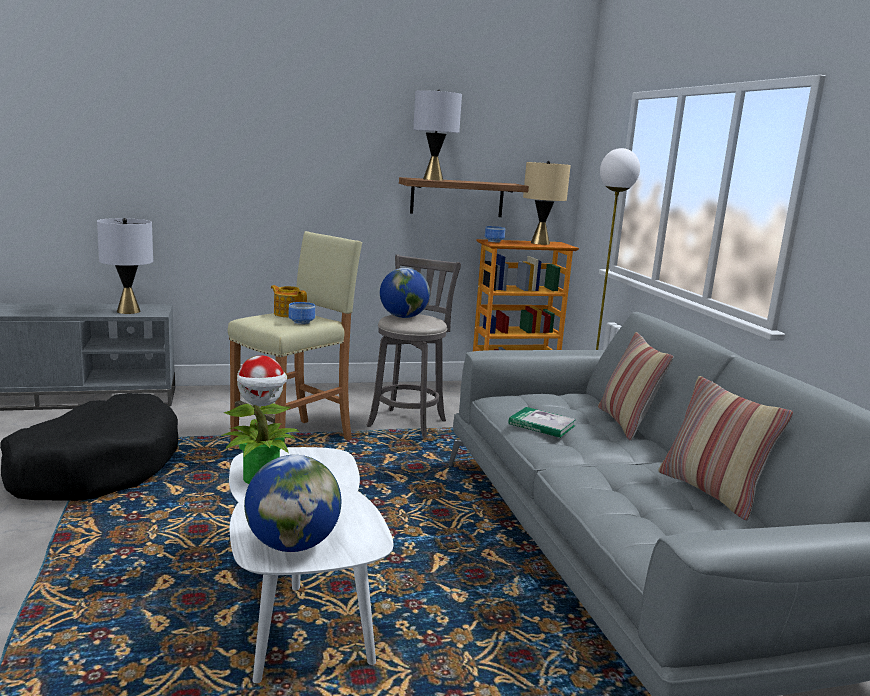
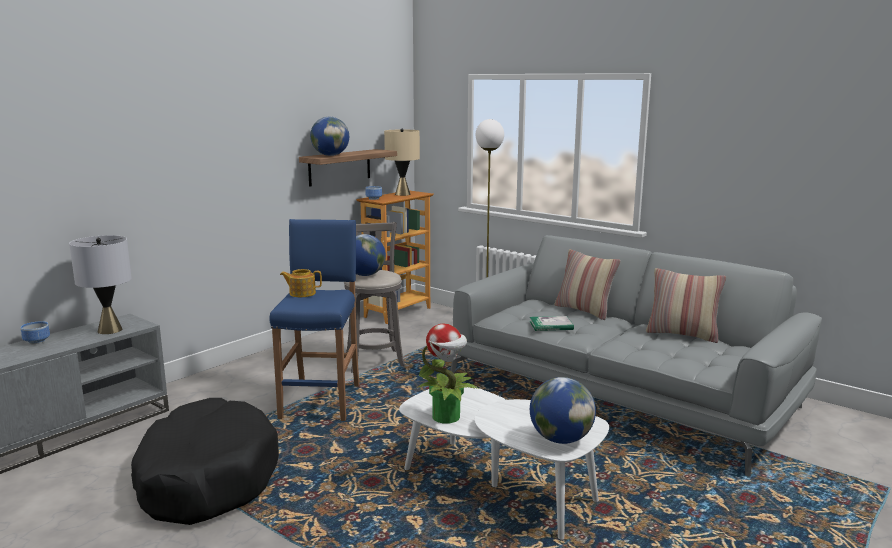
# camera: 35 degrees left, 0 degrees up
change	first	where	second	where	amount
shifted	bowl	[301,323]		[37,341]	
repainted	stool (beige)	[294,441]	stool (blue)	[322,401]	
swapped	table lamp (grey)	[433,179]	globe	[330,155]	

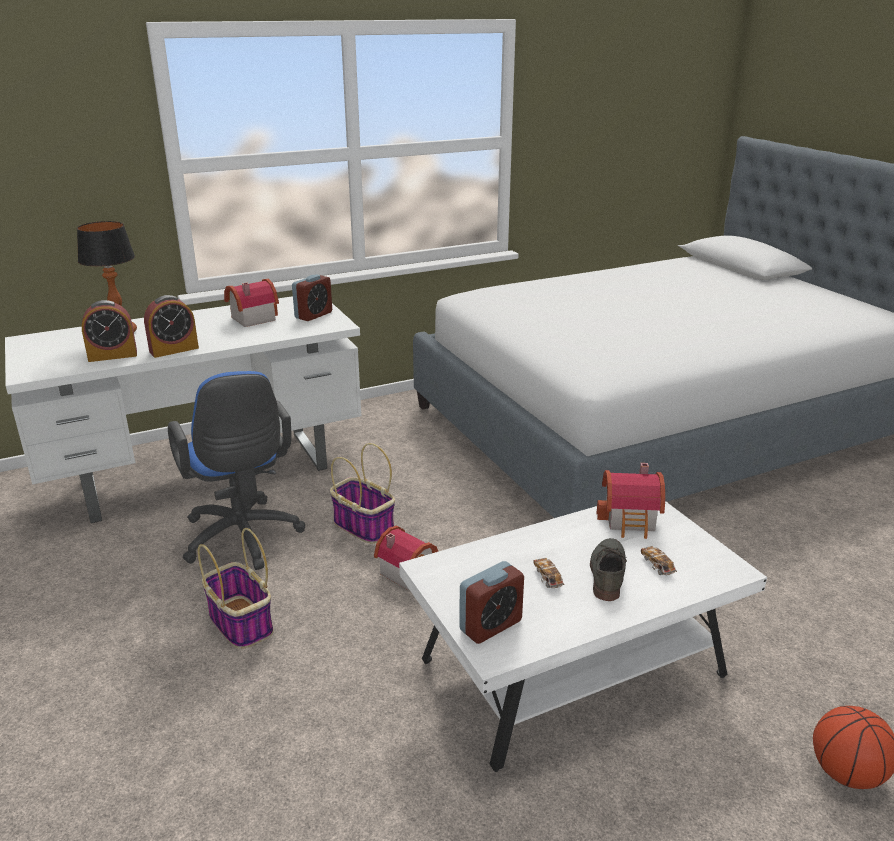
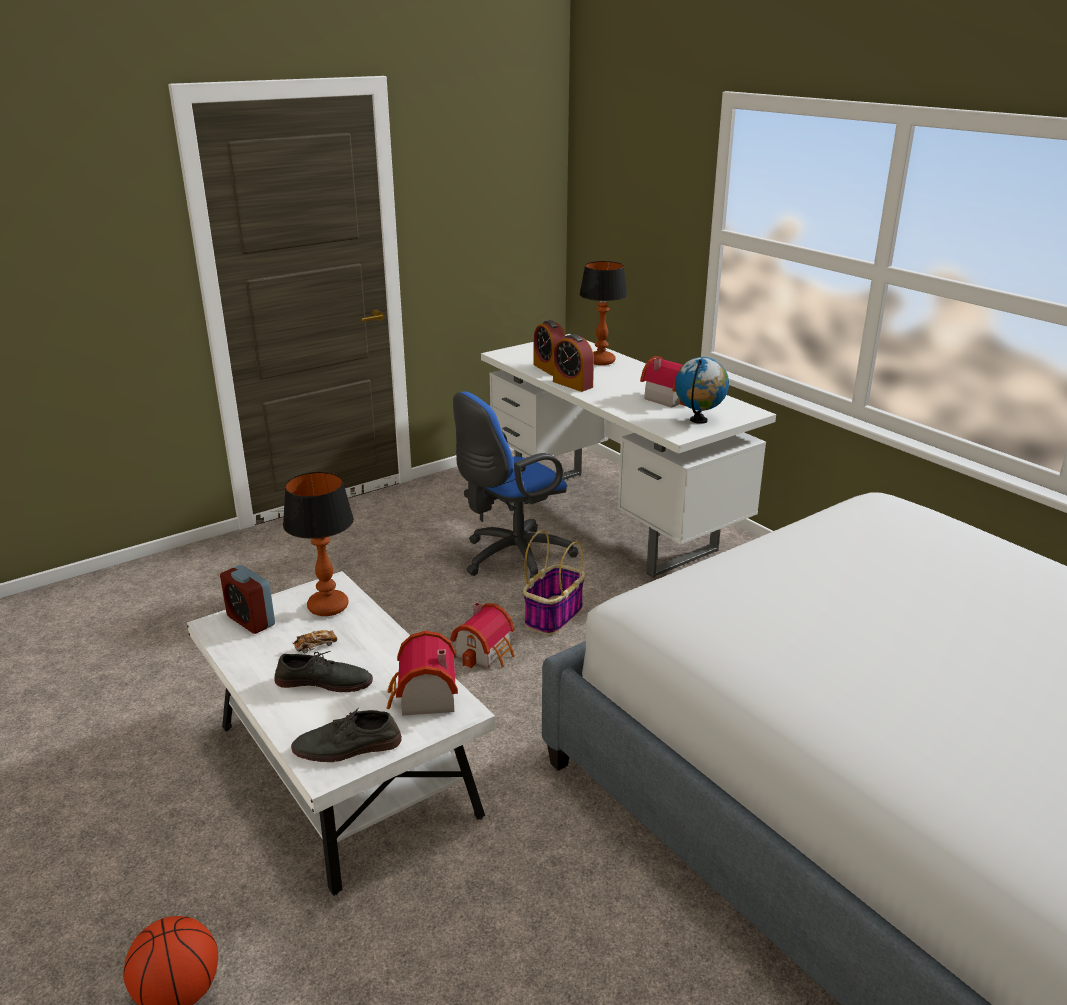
# camera: 80 degrees right, 0 degrees up
change	first	where	second	where	amount
new			table lamp	[328,607]	
new			shoe (grey)	[347,747]	
swapped	alarm clock	[313,315]	globe	[699,420]	
gone	basket	[240,622]			
gone	toy car	[657,566]			

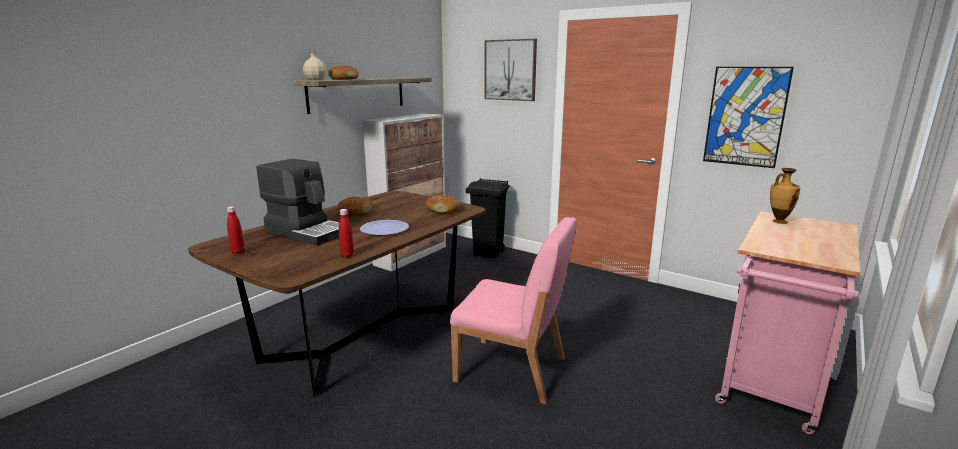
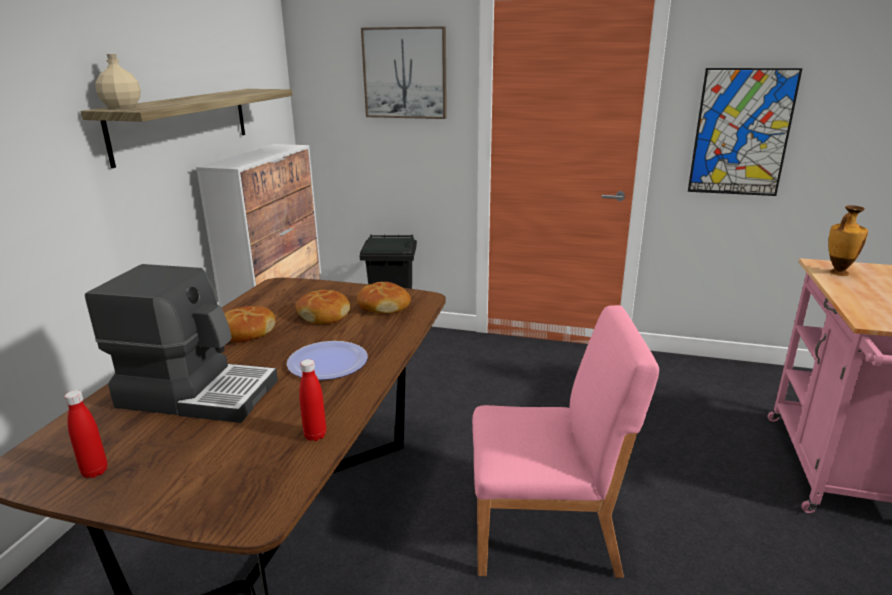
# camera: 20 degrees left, 5 degrees up
change	first	where	second	where	amount
shifted	bread	[343,79]		[324,315]	

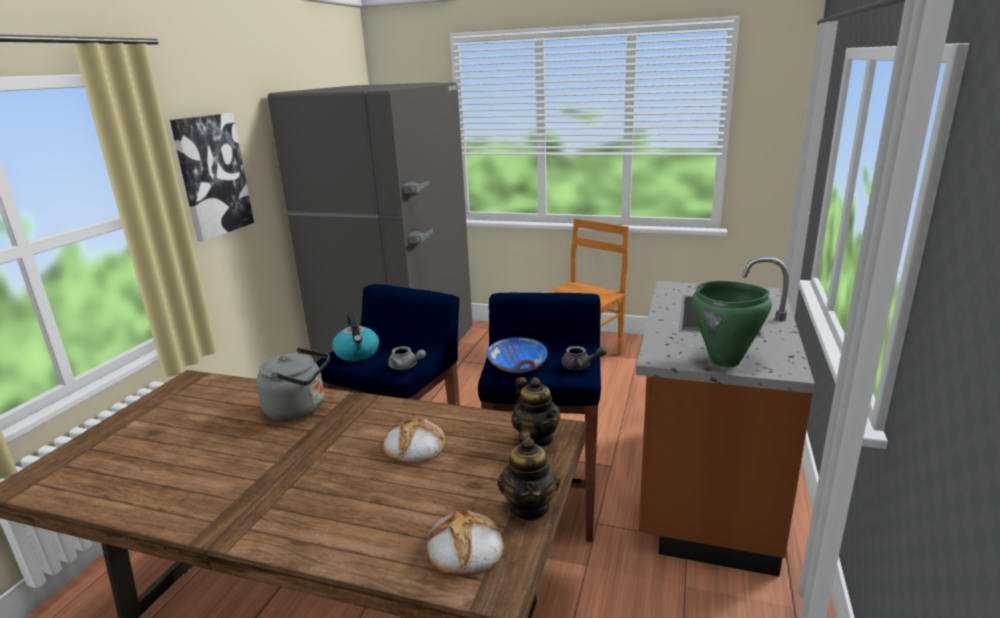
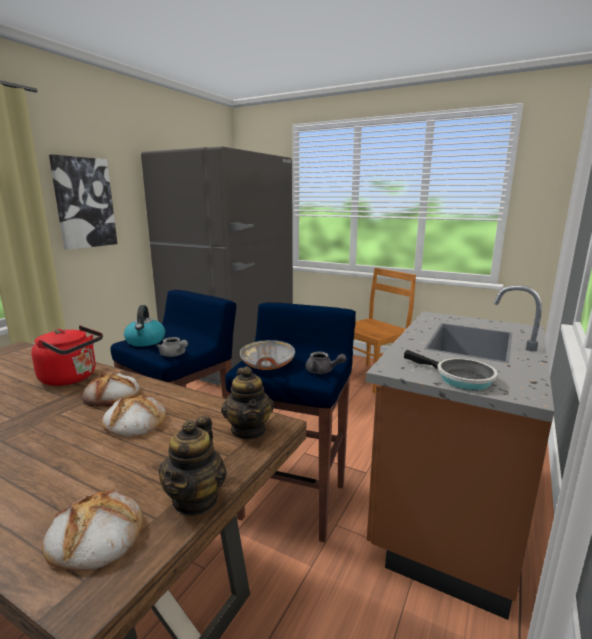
# camera: 10 degrees right, 5 degrees down
change	first	where	second	where	amount
repainted	kettle (grey)	[299,409]	kettle (red)	[72,378]	
new			bread	[112,396]	
repainted	bowl (blue)	[517,365]	bowl (grey)	[267,364]	
swapped	cooking pot (green)	[725,361]	frying pan	[459,378]	

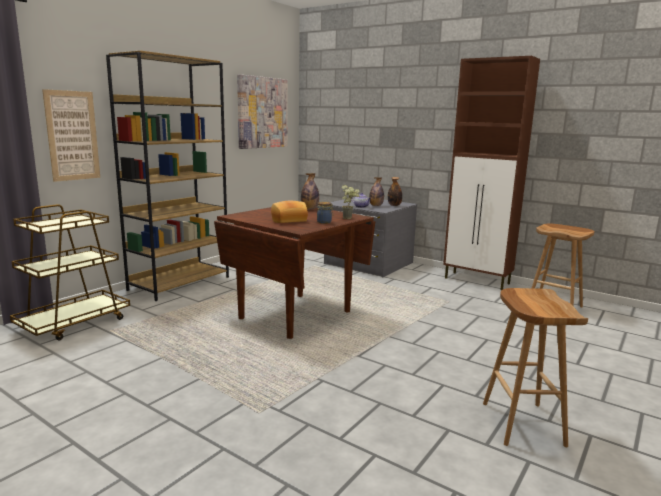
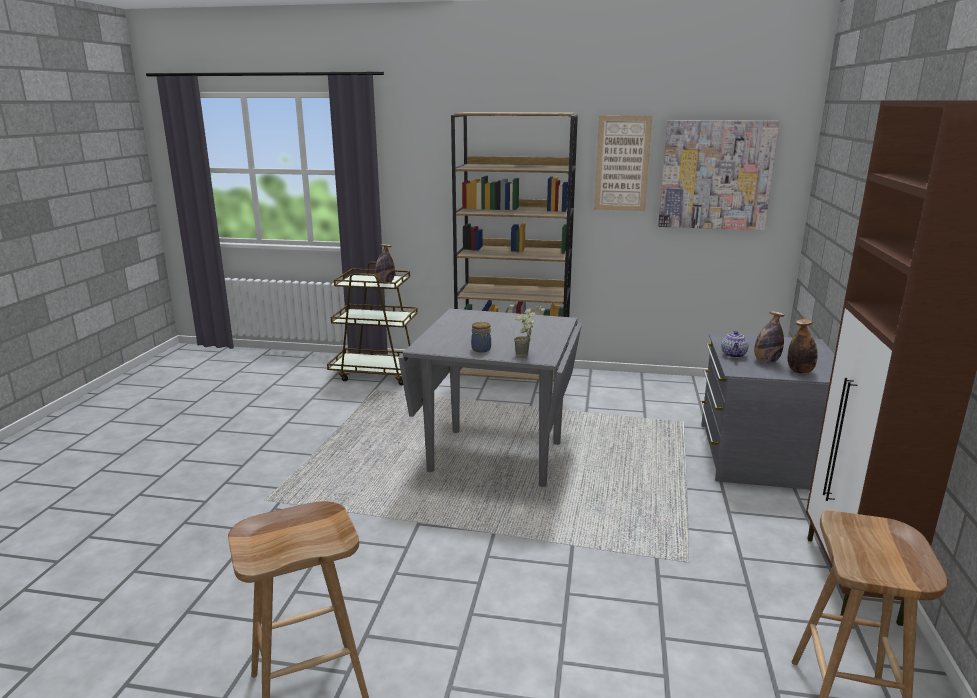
# camera: 65 degrees right, 5 degrees up
change	first	where	second	where	amount
shifted	bottle	[309,209]		[385,283]	
repainted	dining table (brown)	[296,315]	dining table (grey)	[495,457]	
shifted	picture	[72,136]		[622,163]	
gone	bread	[288,220]			

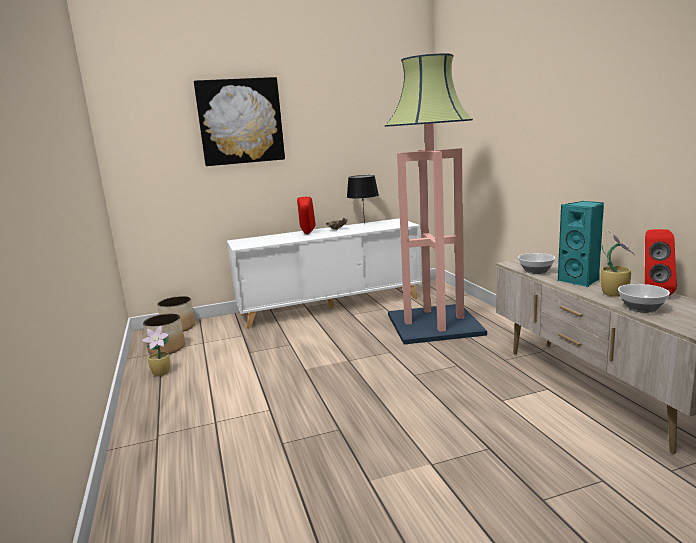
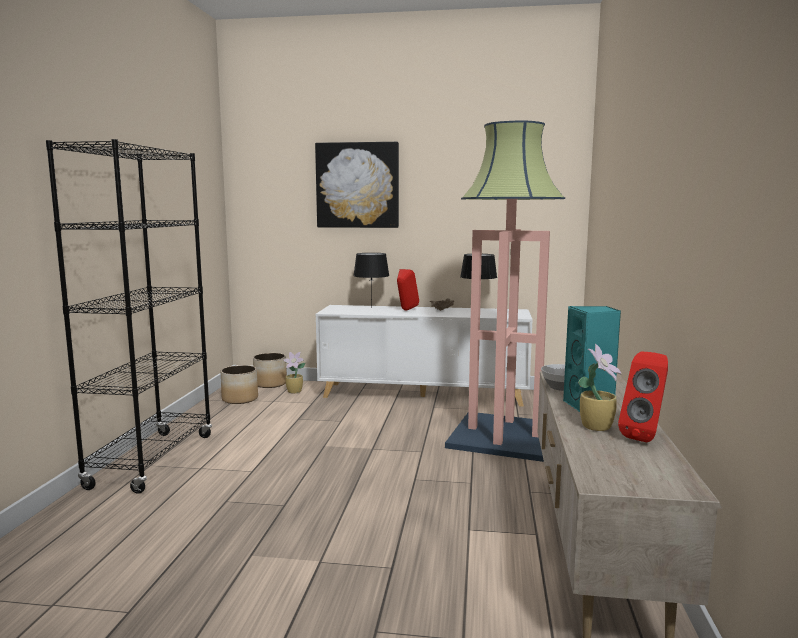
# camera: 25 degrees right, 5 degrees down
change	first	where	second	where	amount
new			bookcase (black)	[152,461]	
shifted	potted plant	[162,373]		[295,392]	
new			table lamp (black)	[372,308]	
gone	bowl	[642,308]			

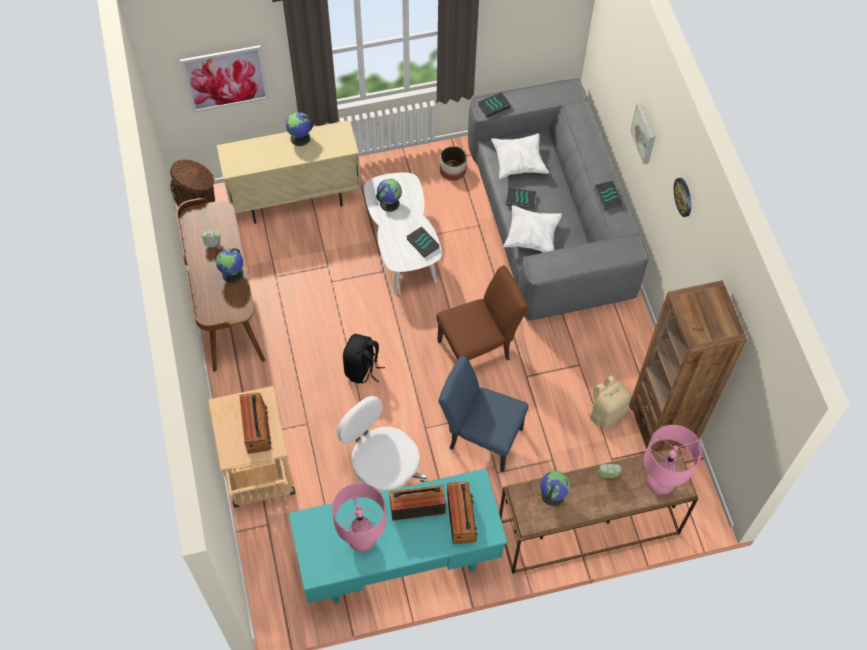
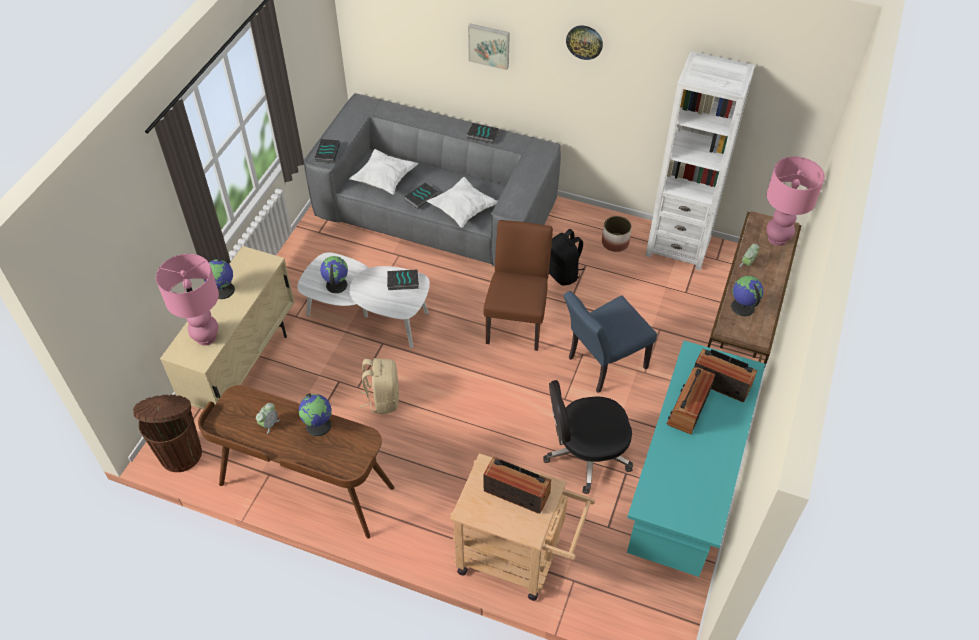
# camera: 55 degrees left, 10 degrees down
change	first	where	second	where	amount
shifted	table lamp (pink)	[363,542]		[206,337]	
shifted	backpack (beige)	[606,412]		[382,399]	
repainted	office chair (white)	[383,472]	office chair (black)	[586,455]	
shifted	backpack (black)	[362,369]		[563,273]	
shifted	planter	[453,171]		[615,242]	
repainted	bookcase (brown)	[662,426]	bookcase (white)	[678,247]	
gone	picture	[225,78]			

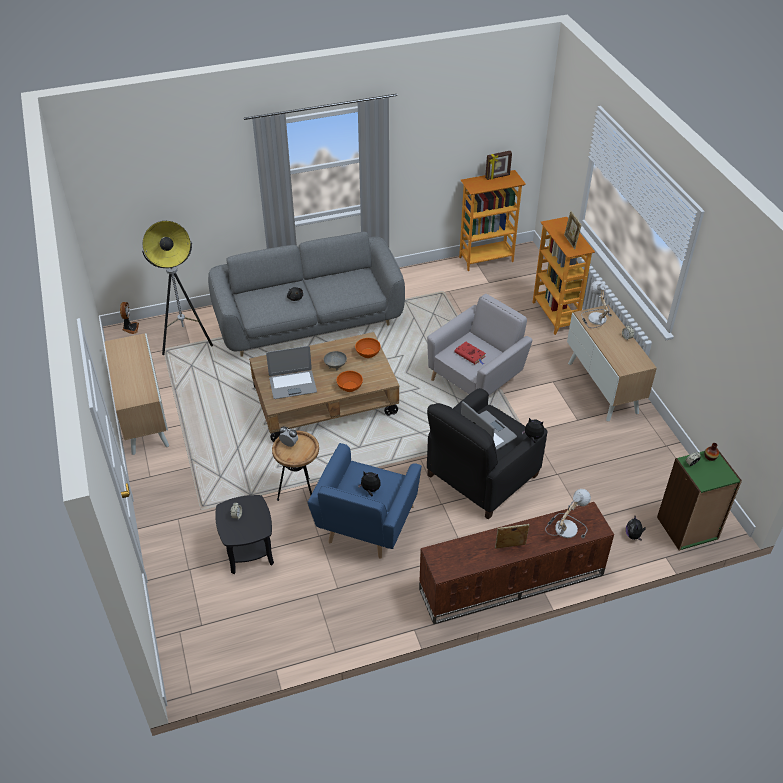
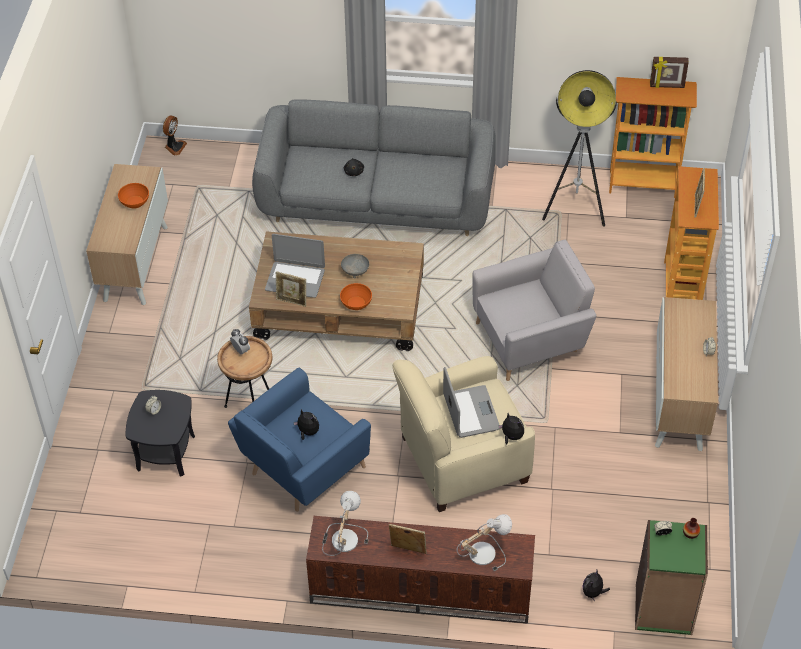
# camera: 25 degrees right, 5 degrees up
change	first	where	second	where	amount
shifted	bowl (orange)	[368,353]		[135,202]	
new			picture frame	[292,301]	
shifted	table lamp	[595,318]		[342,538]	
repainted	armchair (black)	[481,476]	armchair (beige)	[462,460]	
shifted	floor lamp	[185,339]		[575,207]	
gone	book (red)	[470,355]			

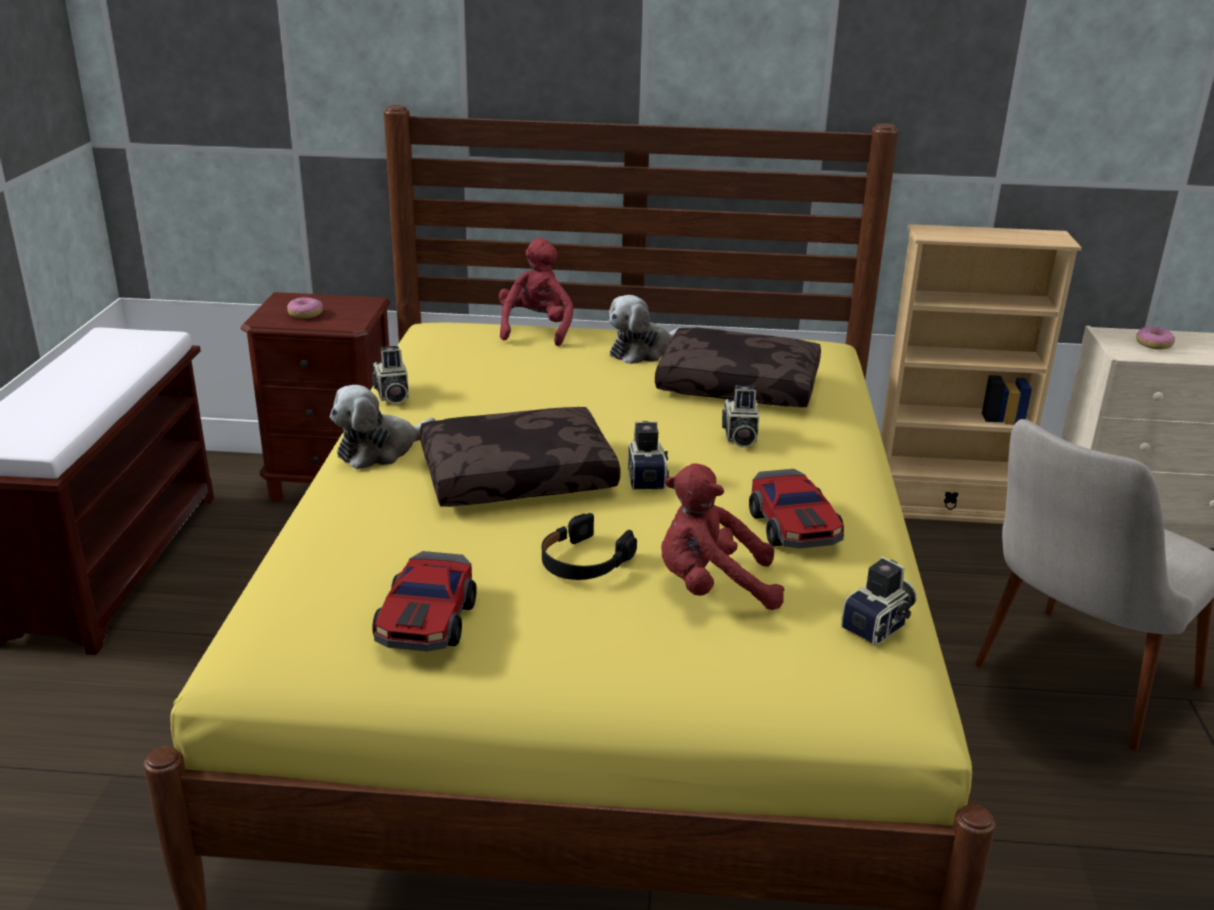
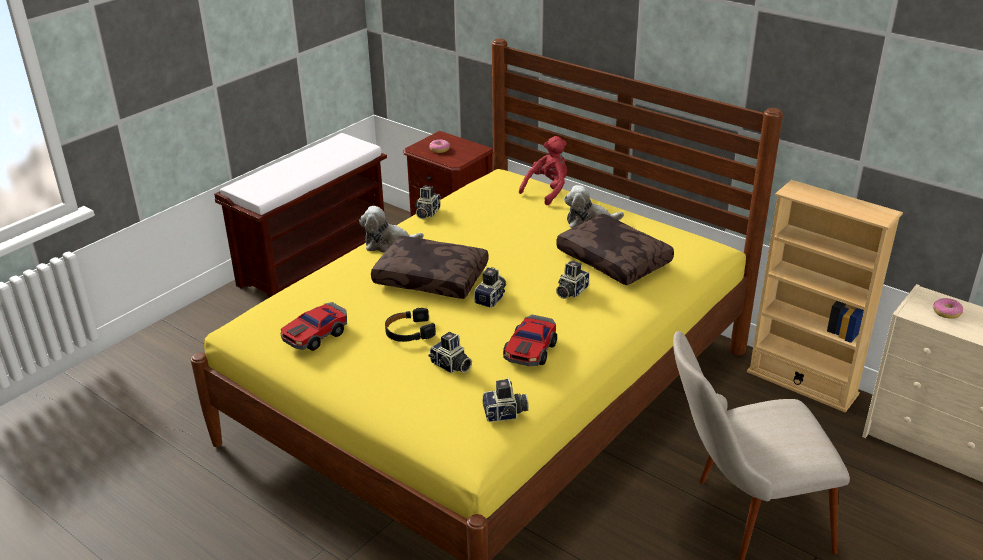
# camera: 35 degrees right, 5 degrees up
change	first	where	second	where	amount
swapped	plush toy (red)	[712,587]	photo camera	[451,366]	

